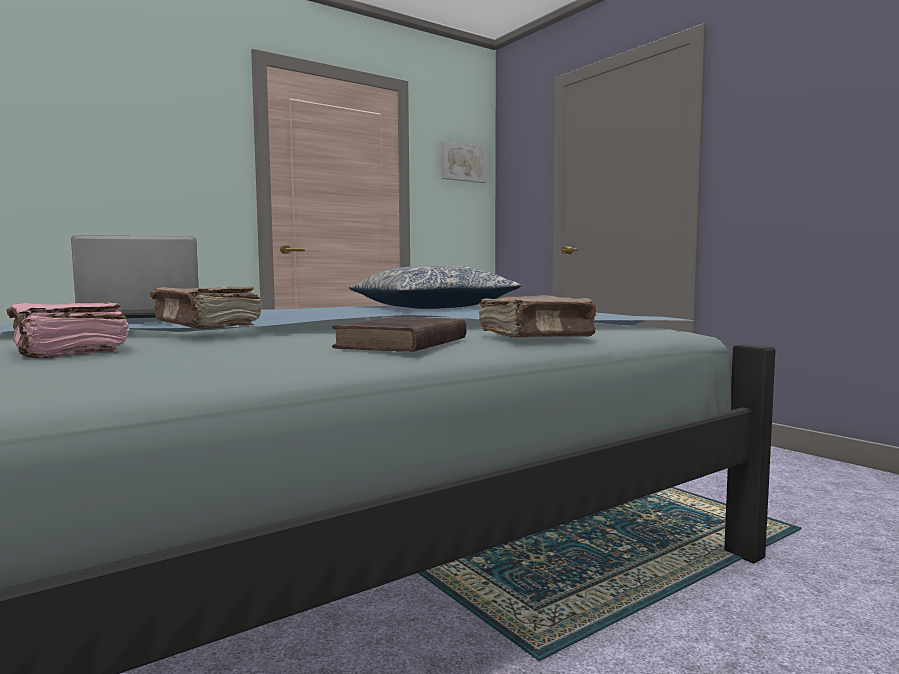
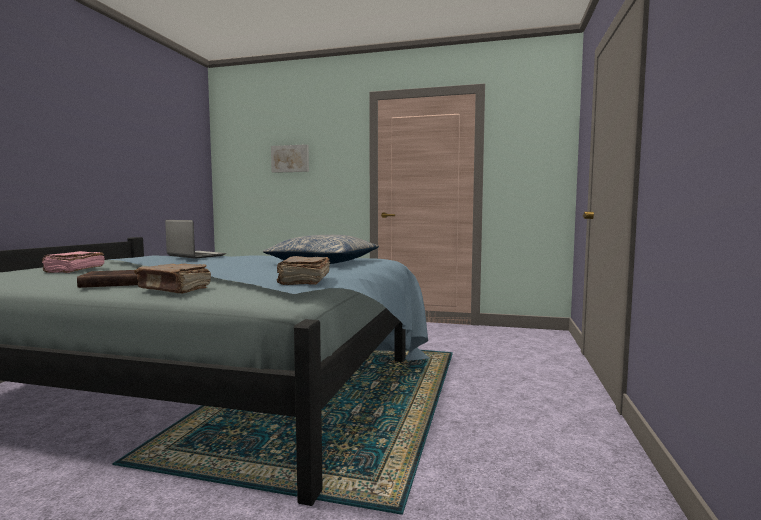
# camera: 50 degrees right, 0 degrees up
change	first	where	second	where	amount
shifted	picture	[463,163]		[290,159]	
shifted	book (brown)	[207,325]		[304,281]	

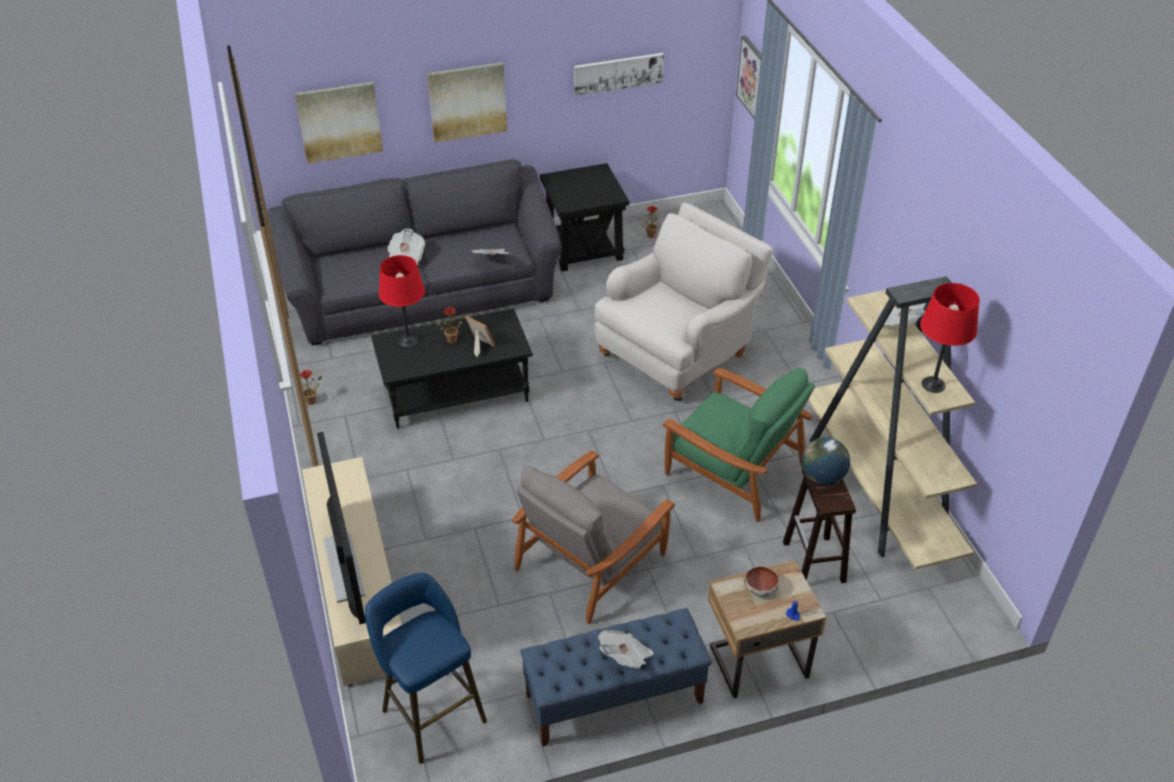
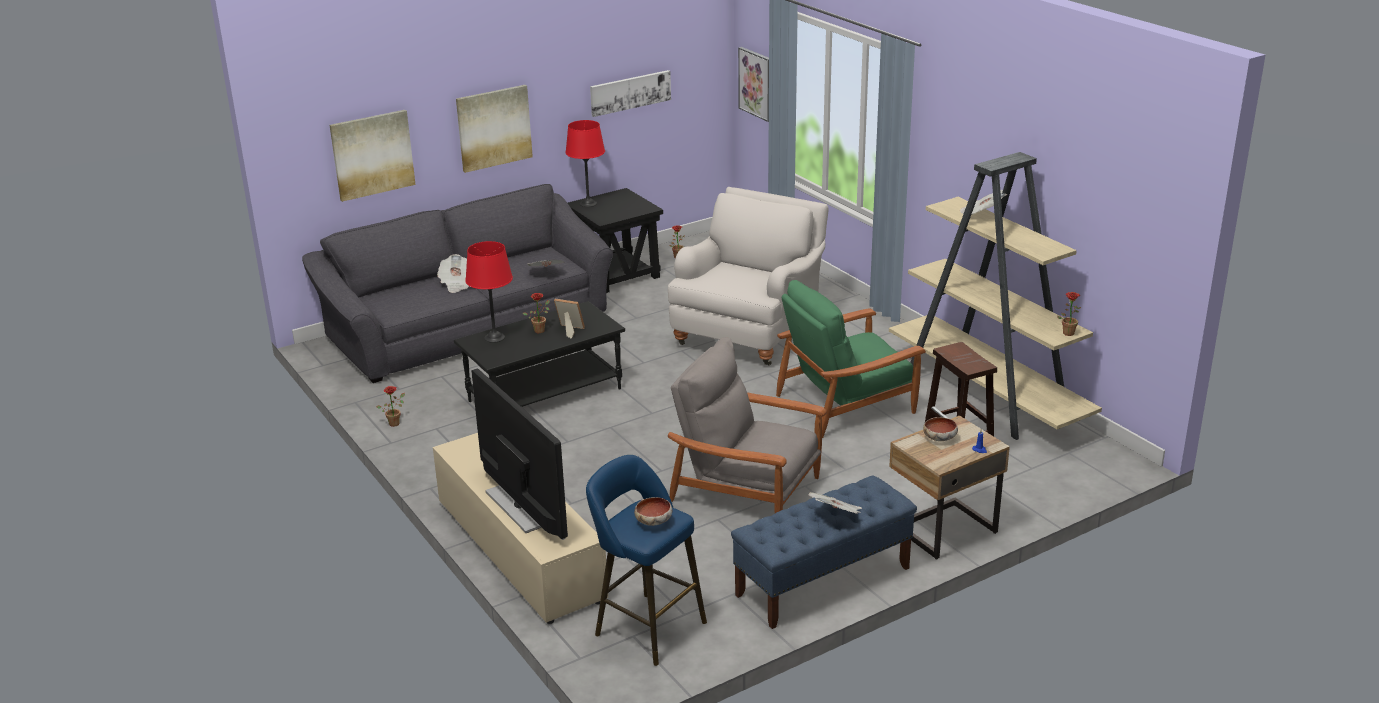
# camera: 15 degrees left, 15 degrees down
change	first	where	second	where	amount
shifted	table lamp (red)	[933,384]		[588,203]	
new			bowl	[654,521]	
rotated	armchair (grey)	[592,561]		[747,489]	90 degrees clockwise
rotated	armchair (green)	[733,469]		[846,404]	135 degrees clockwise
new			potted plant	[1067,332]	
gone	globe	[823,477]			

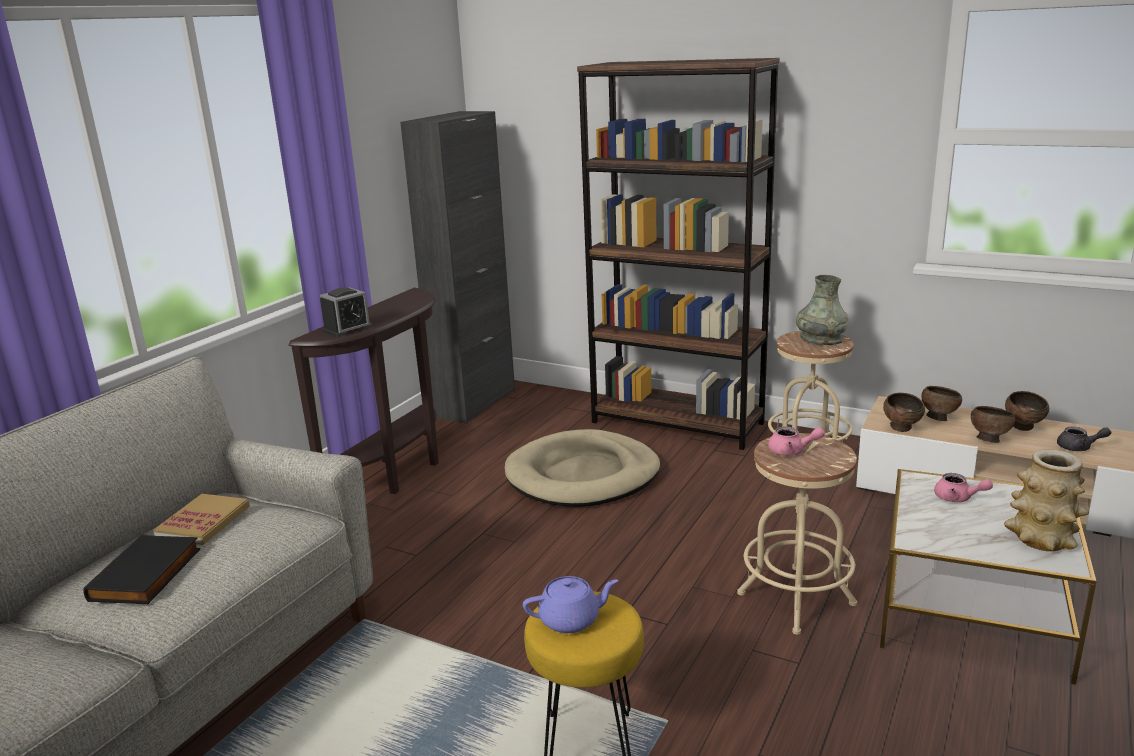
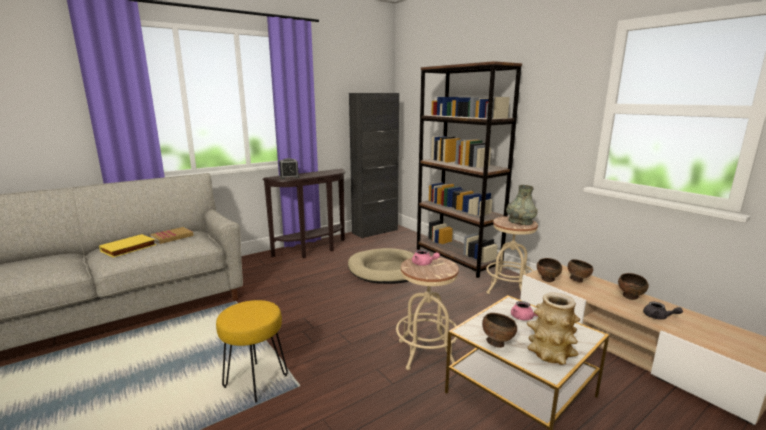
# camera: 25 degrees right, 5 degrees down
change	first	where	second	where	amount
repainted	book (black)	[148,575]	book (yellow)	[129,248]	
shifted	bowl (brown)	[988,440]		[497,343]	
gone	teapot (purple)	[571,620]			

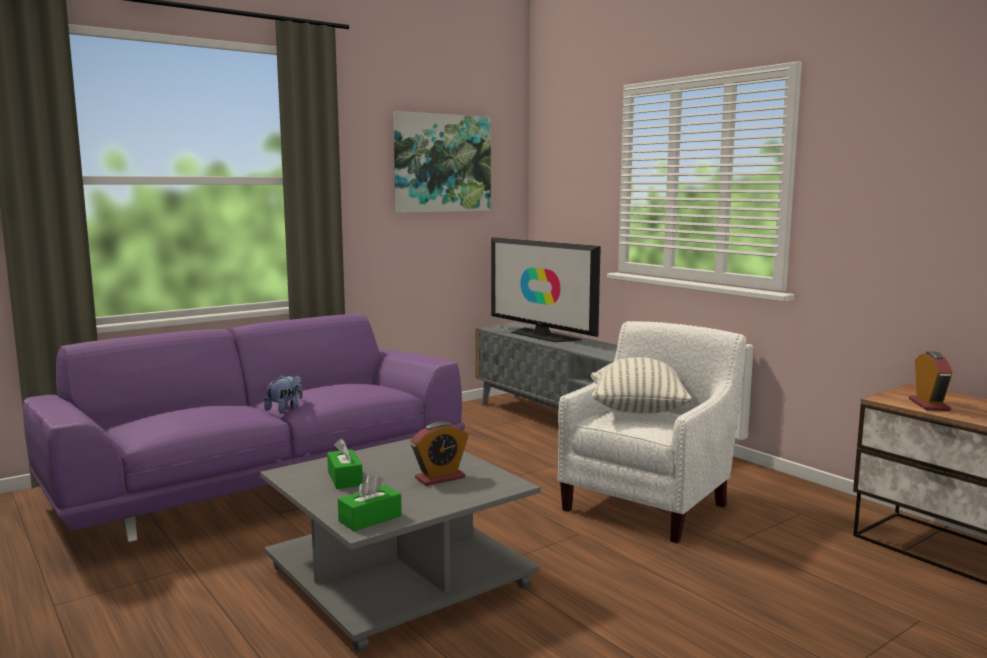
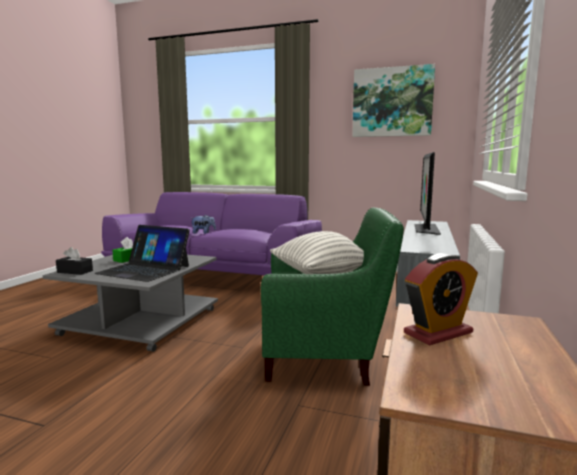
# camera: 55 degrees right, 0 degrees up
change	first	where	second	where	amount
repainted	tissue box (green)	[370,519]	tissue box (black)	[75,271]	
swapped	alarm clock	[440,478]	laptop	[144,270]	
repainted	armchair (white)	[650,503]	armchair (green)	[325,356]	

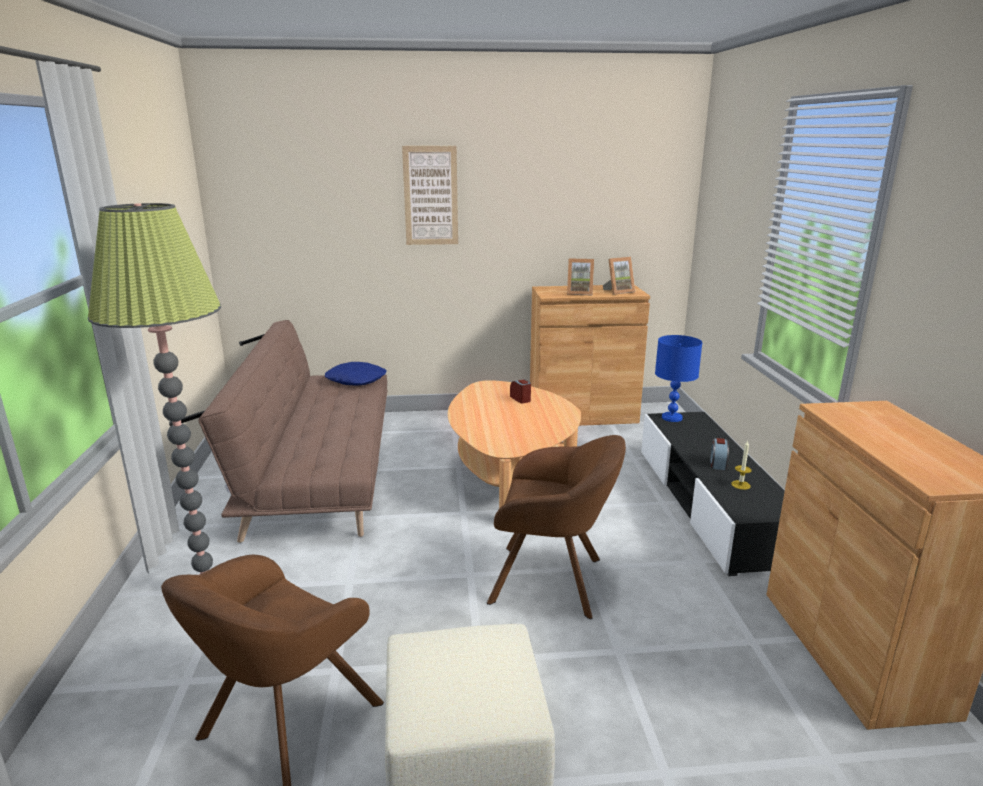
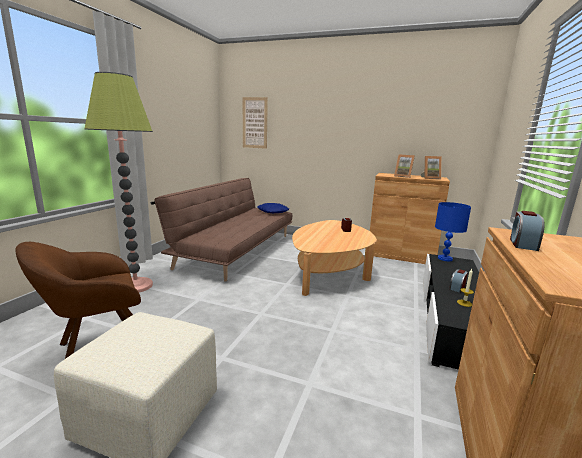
# camera: 25 degrees right, 5 degrees down
change	first	where	second	where	amount
shifted	picture	[430,196]		[255,123]	
new			alarm clock	[522,244]	
gone	armchair (brown)	[553,581]			

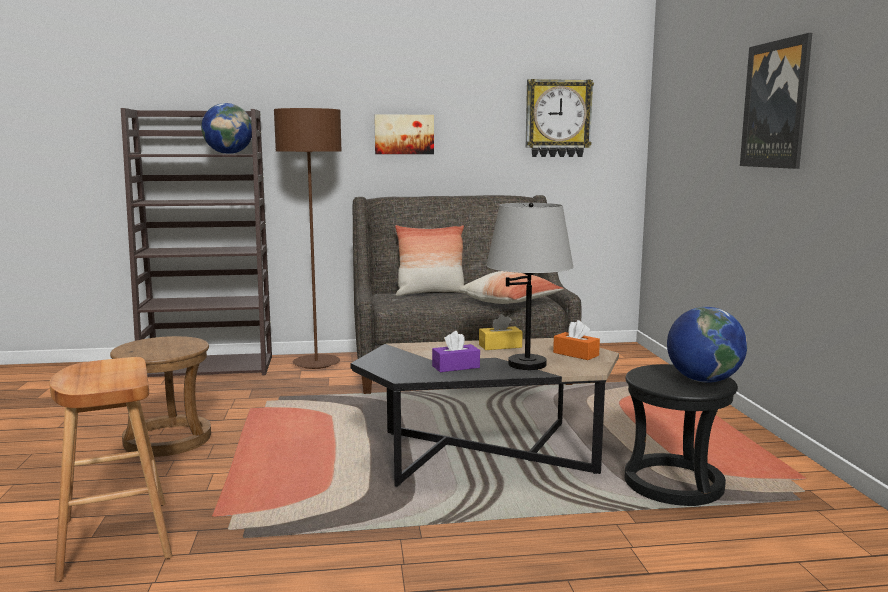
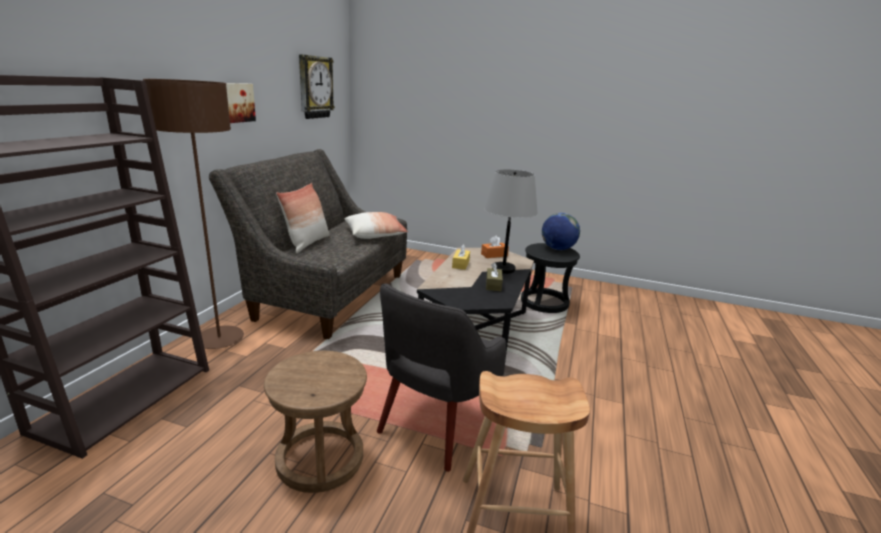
# camera: 65 degrees left, 10 degrees up
change	first	where	second	where	amount
new			armchair (grey)	[437,424]	
repainted	tissue box (purple)	[456,367]	tissue box (brown)	[493,285]	
gone	globe	[229,153]			
gone	picture	[776,104]			

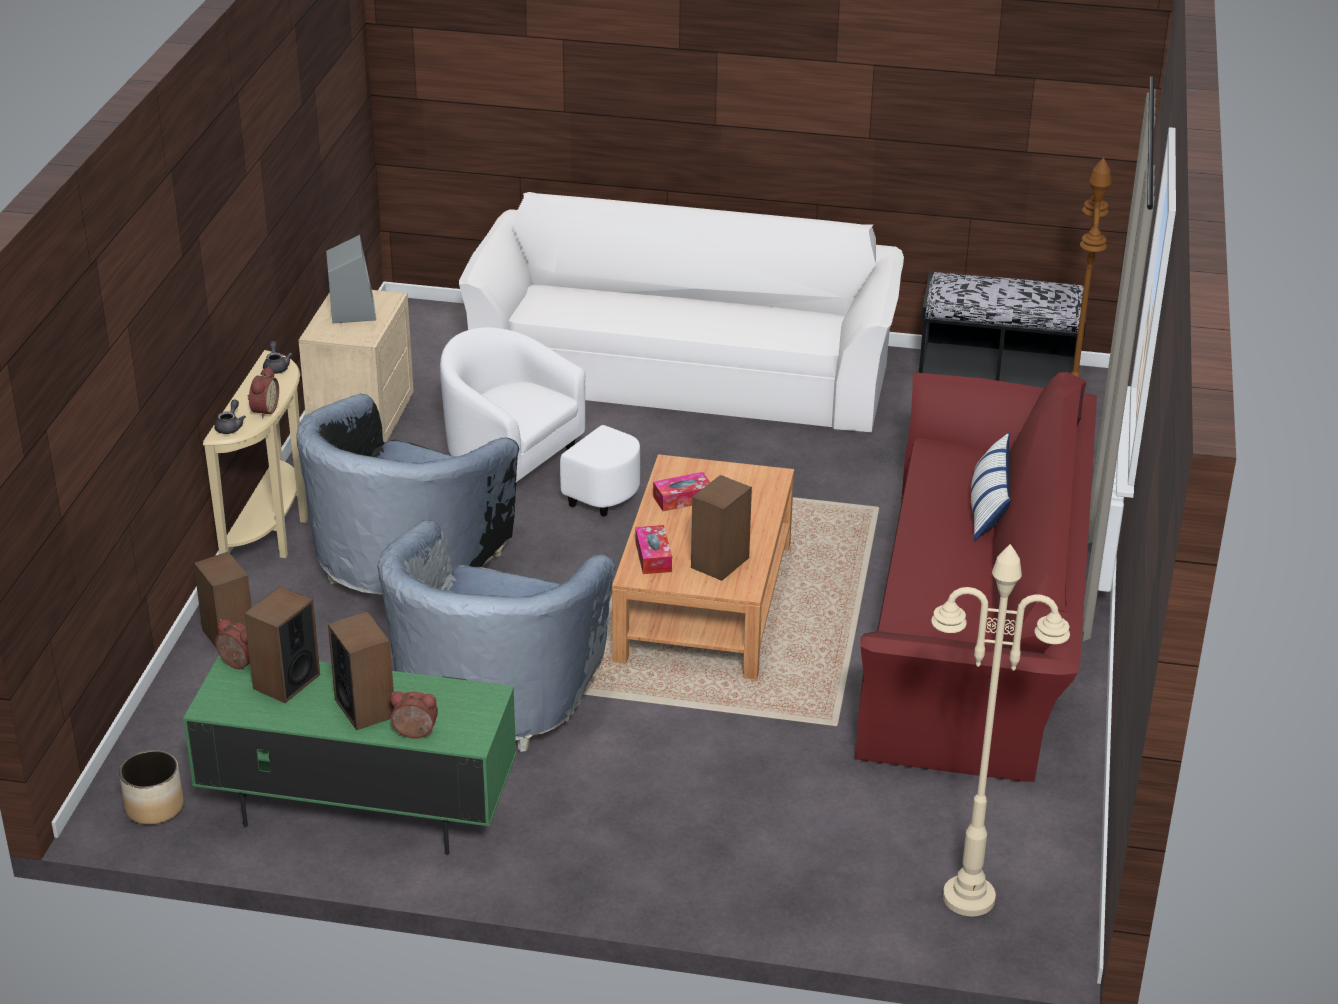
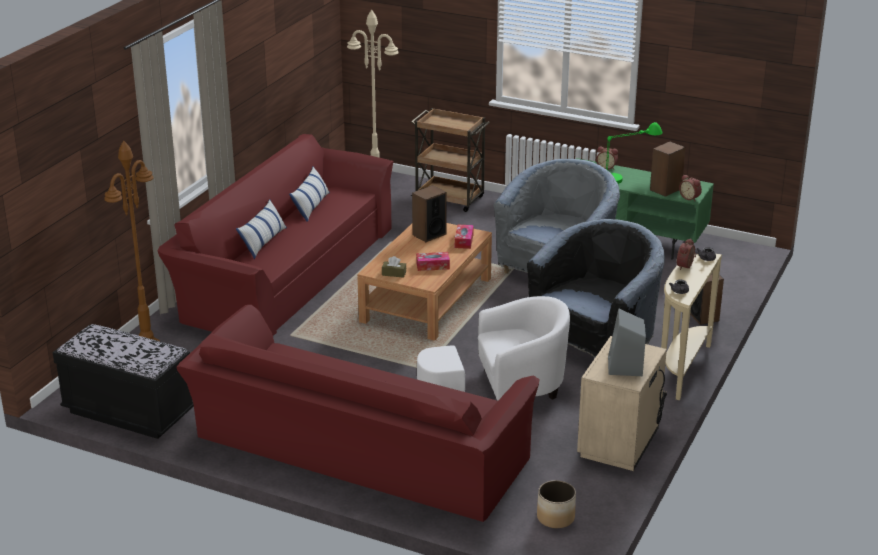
# camera: 165 degrees left, 5 degrees down
change	first	where	second	where	amount
repainted	sofa (white)	[684,369]	sofa (red)	[356,453]	
new			pillow	[311,206]	
new			tissue box (brown)	[394,273]	
new			cart (brown)	[450,199]	
rotated	armchair (white)	[532,470]		[502,388]	60 degrees counterclockwise
shifted	planter	[153,807]		[556,517]	
swapped	speaker	[365,708]	table lamp (green)	[628,177]	

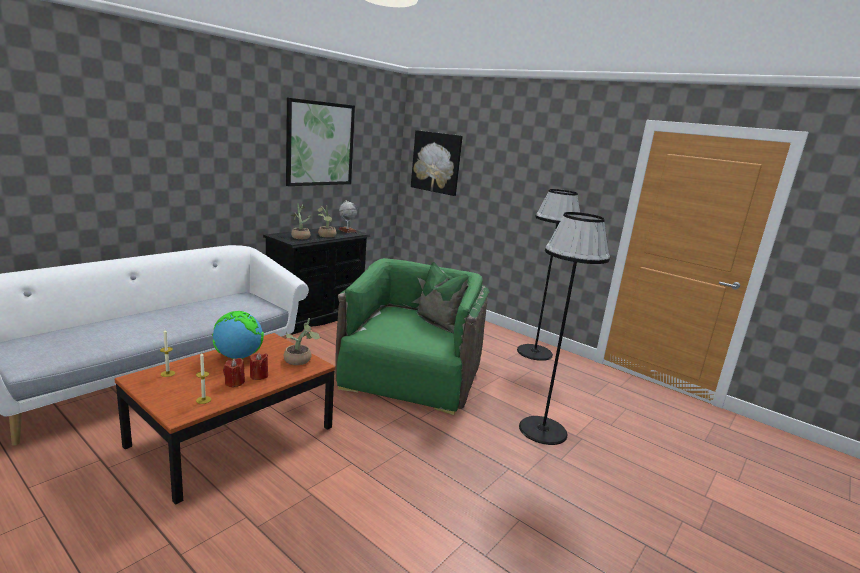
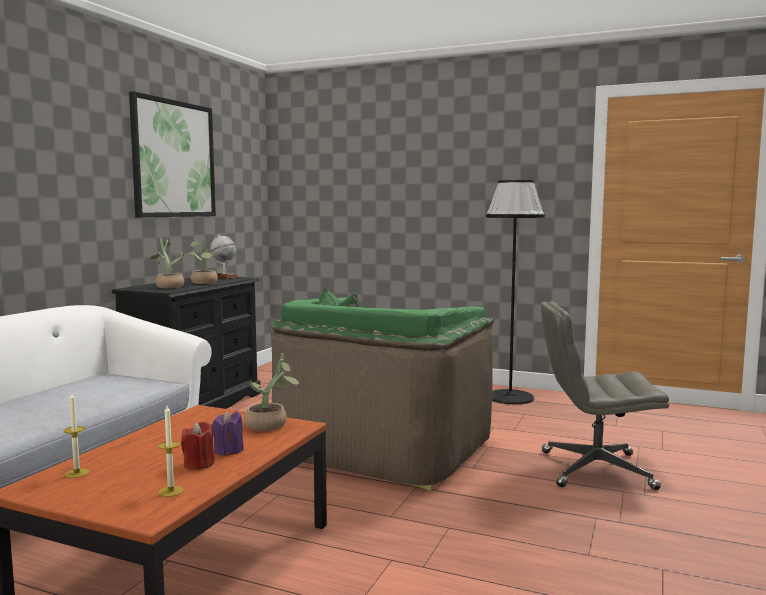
# camera: 15 degrees left, 10 degrees down
change	first	where	second	where	amount
repainted	candle (red)	[259,376]	candle (purple)	[228,451]	
rotated	armchair (green)	[410,376]		[383,448]	150 degrees counterclockwise
swapped	floor lamp (black)	[542,430]	office chair (grey)	[594,470]	
gone	globe	[238,357]			
gone	picture	[436,162]			

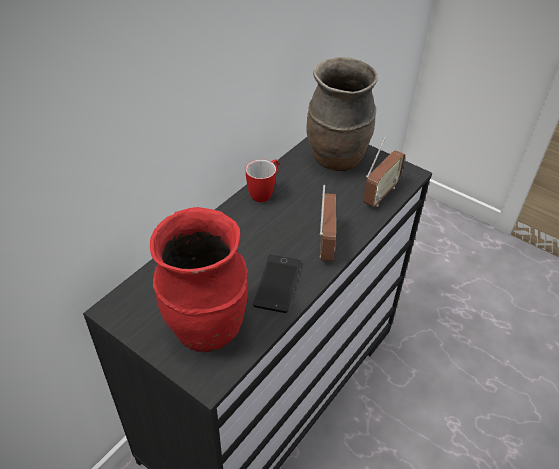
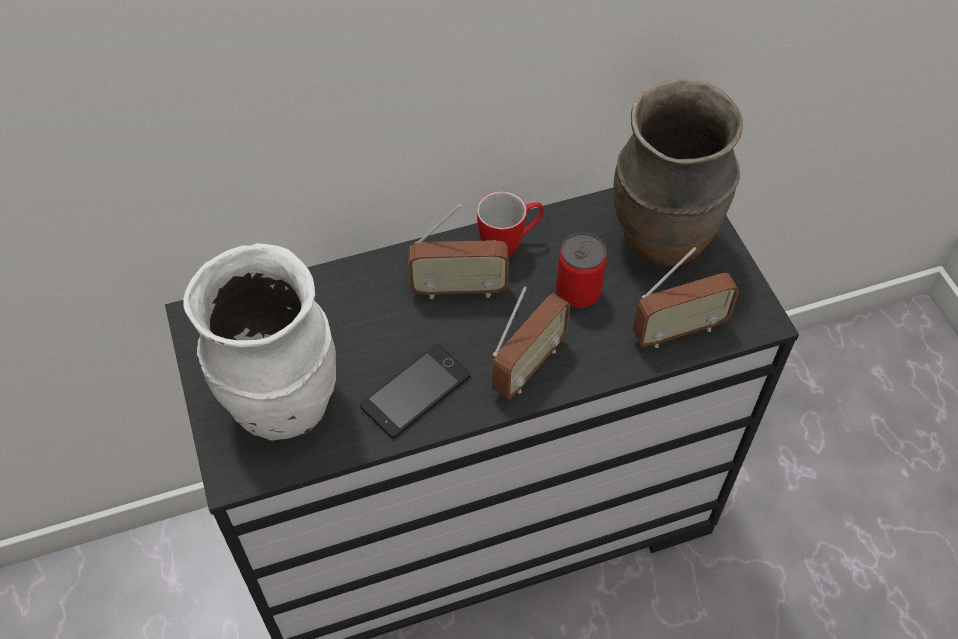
# camera: 35 degrees right, 10 degrees up
change	first	where	second	where	amount
repainted	vase (red)	[206,329]	vase (white)	[281,404]	
new			radio	[459,289]	
new			can	[578,292]	

